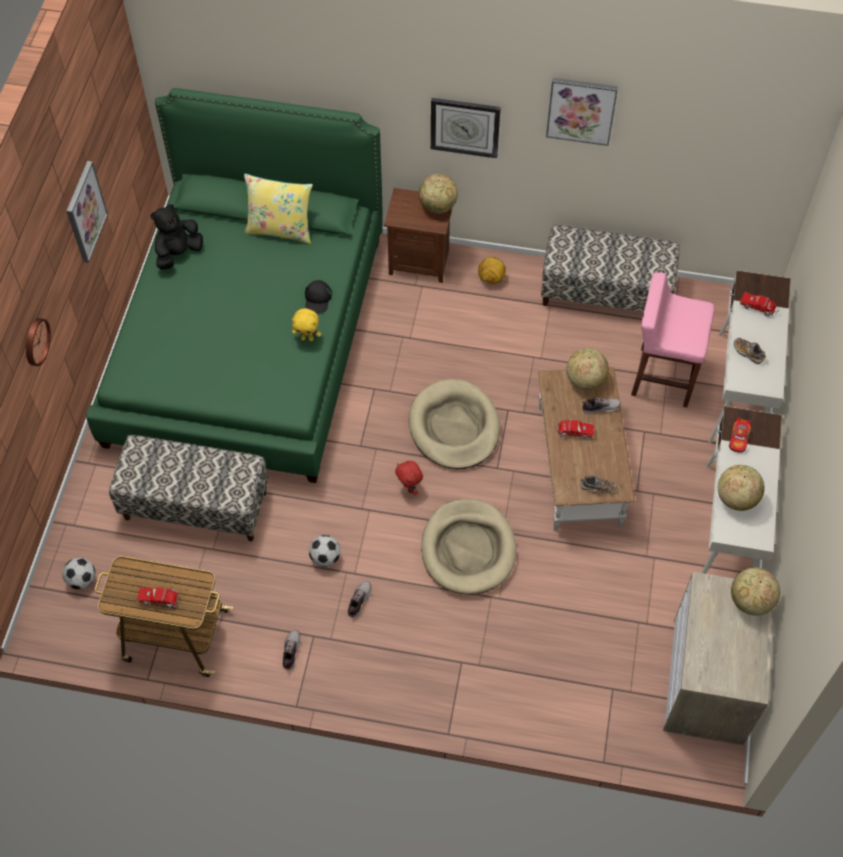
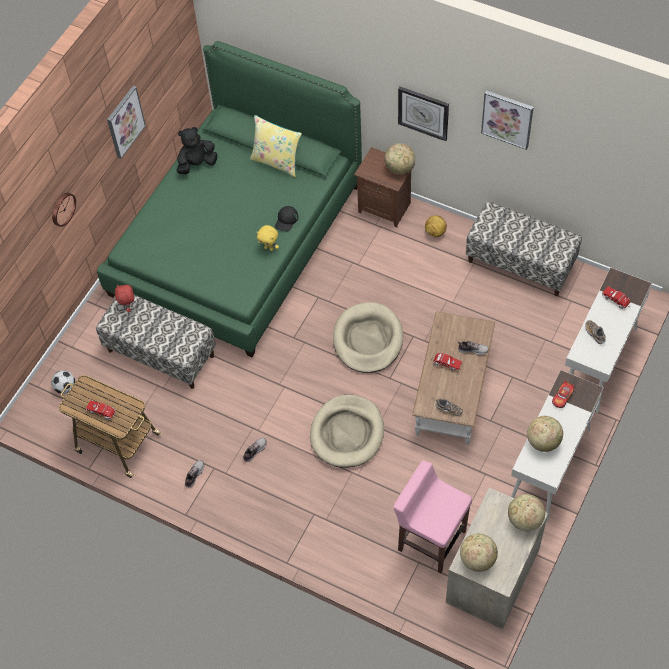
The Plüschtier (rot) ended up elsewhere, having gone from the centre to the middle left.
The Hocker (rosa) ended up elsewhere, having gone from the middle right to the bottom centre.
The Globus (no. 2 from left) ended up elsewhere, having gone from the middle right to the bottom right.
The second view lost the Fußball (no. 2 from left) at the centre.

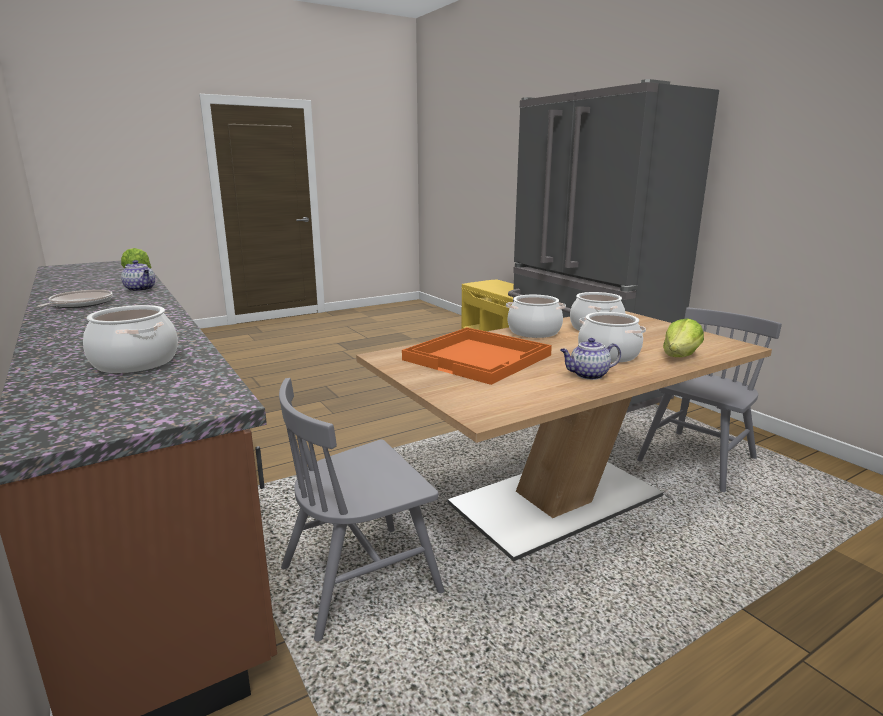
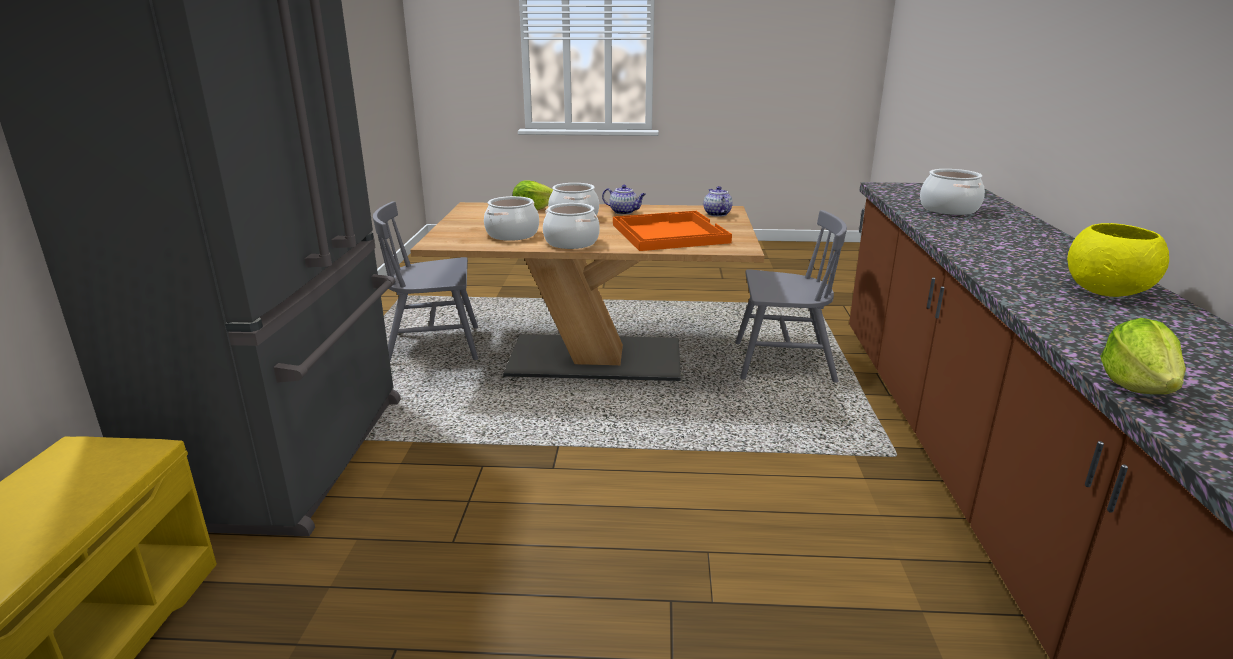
The Teekanne (no. 1 from left in the first image) ended up elsewhere, having gone from the middle left to the top centre.
Where the Pfanne stood at the middle left, the Schüssel (gelb) came to stand at the middle right.

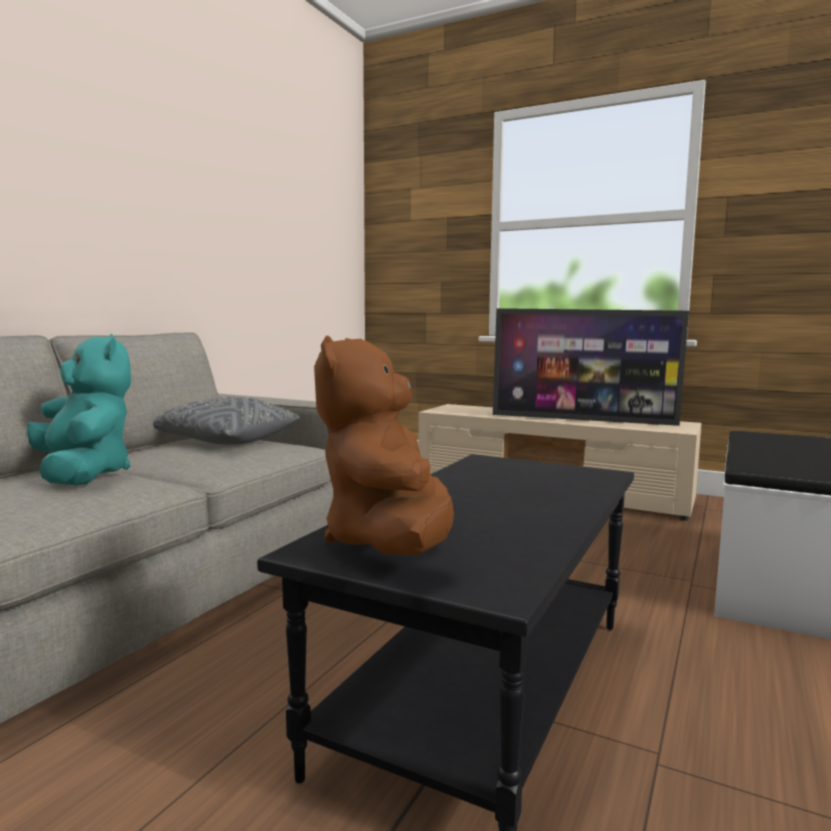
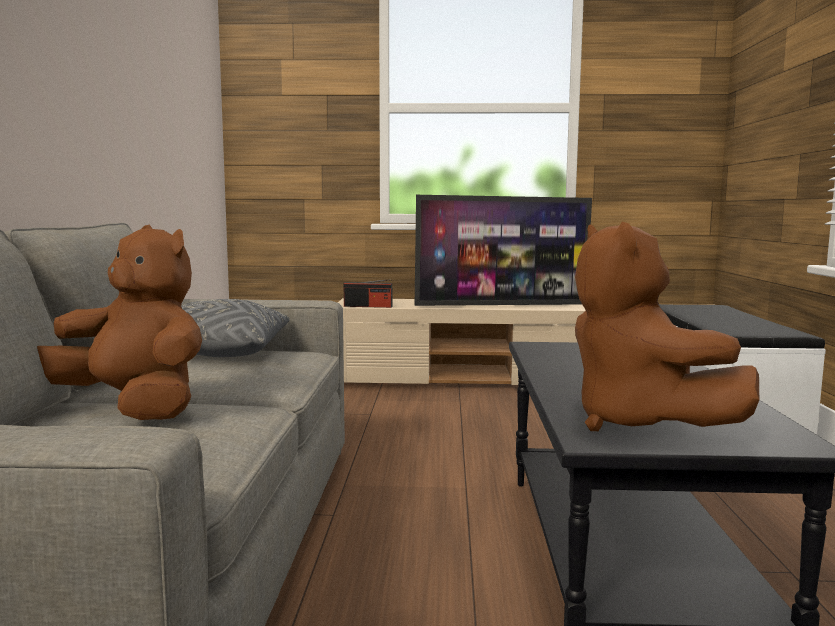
What was the Plüschtier (türkis) at the middle left turned into the Plüschtier (braun) (no. 1 from left) at the middle left.
The second view gained the Radio at the centre.

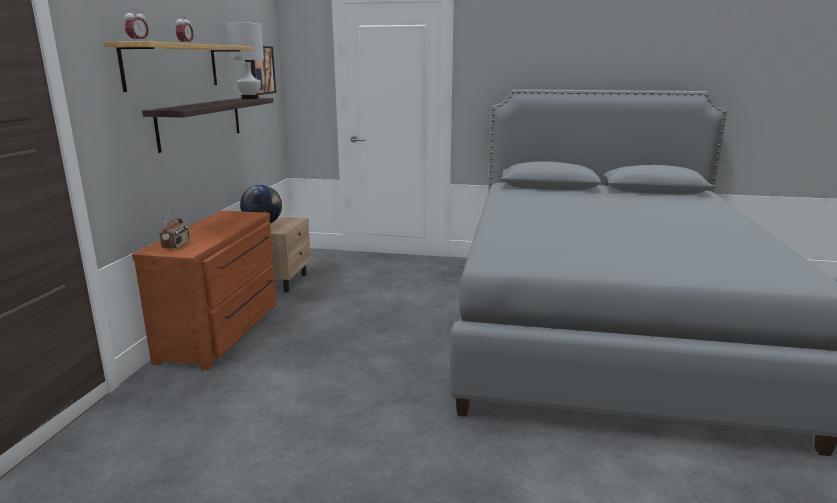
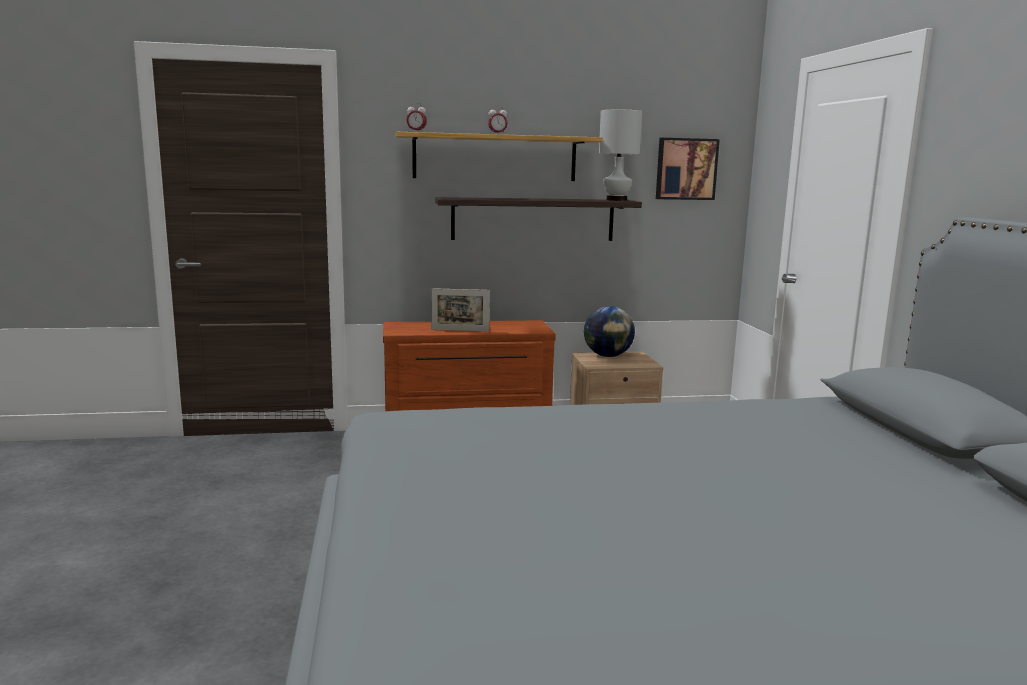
The second view gained the Bilderrahmen at the centre.
The second view lost the Radio at the middle left.

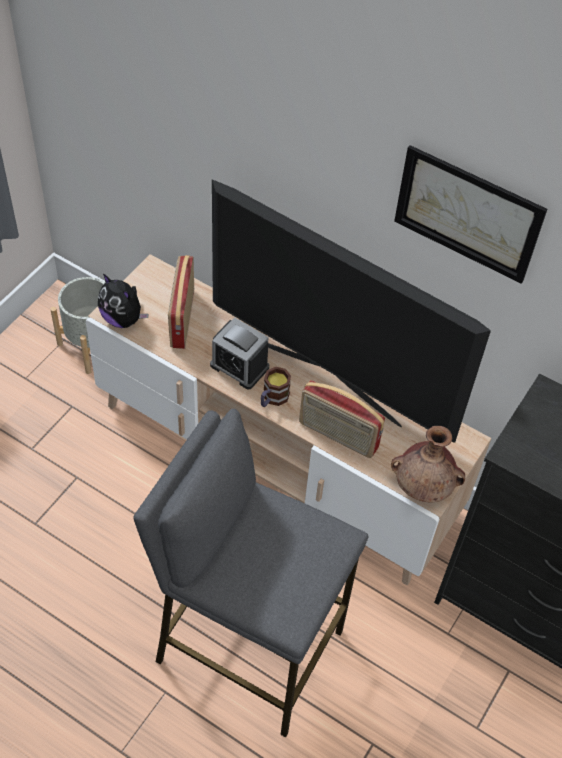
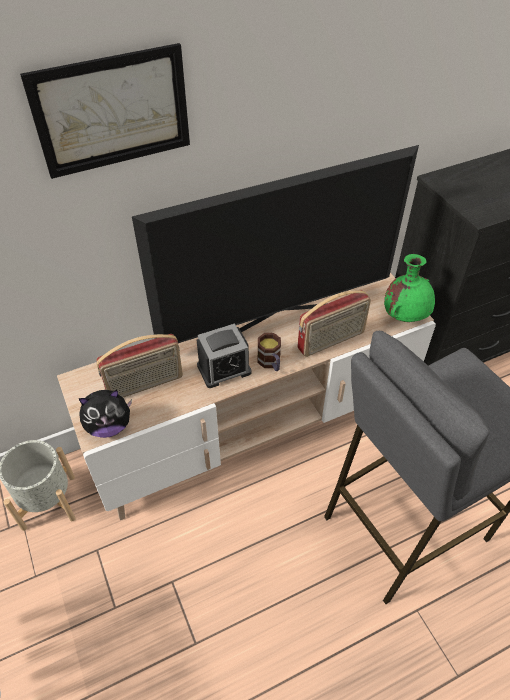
The Bild ended up elsewhere, having gone from the top right to the top left.
The Radio (no. 1 from left) at the middle left ended up facing another way, 60 degrees counterclockwise from before.
What was the Vase (braun) at the middle right turned into the Vase (grün) at the middle right.

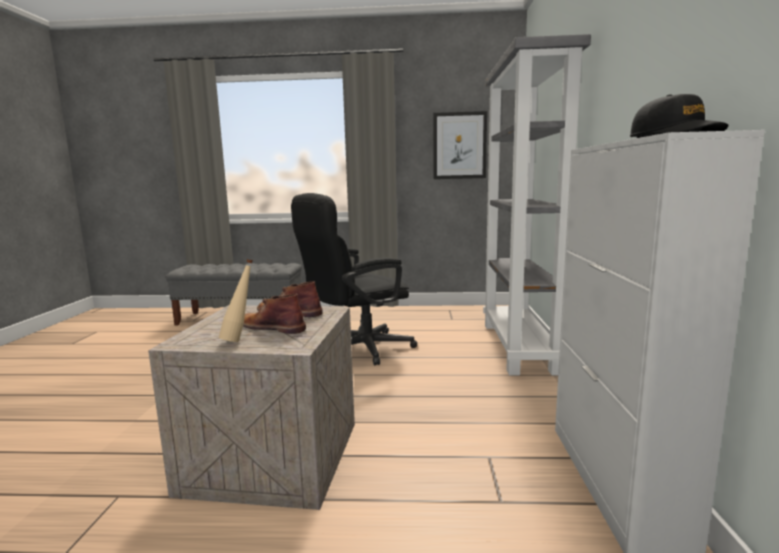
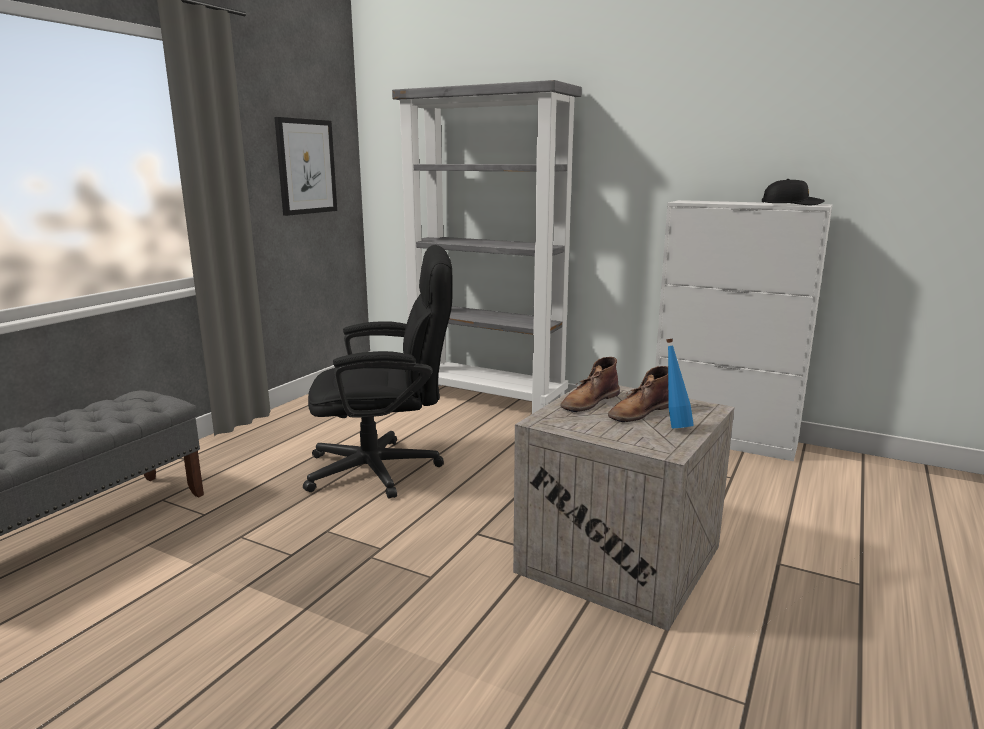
The Bürostuhl (schwarz) at the centre ended up facing another way, 90 degrees counterclockwise from before.
What was the Flasche (beige) at the middle left turned into the Flasche (blau) at the middle right.

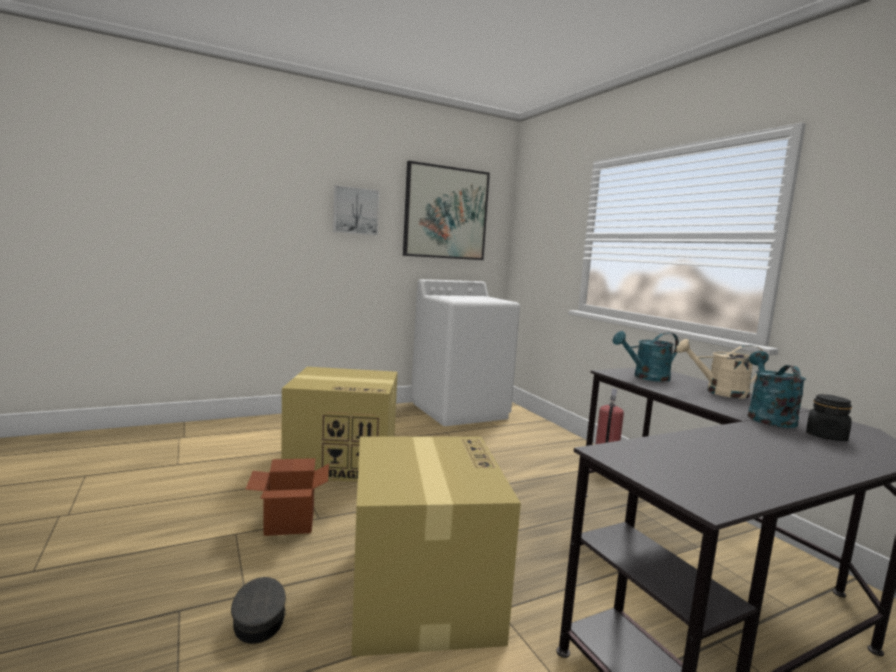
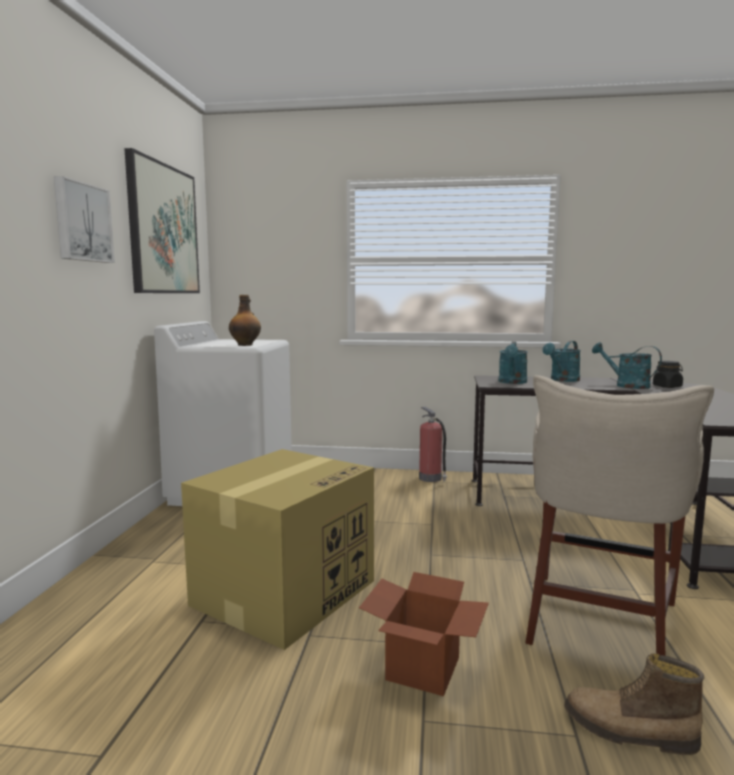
The second view gained the Flasche at the centre.
Where the Karton (no. 3 from left) stood at the bottom centre, the Hocker (beige) came to stand at the middle right.
What was the Gießkanne (beige) at the middle right turned into the Gießkanne (türkis) (no. 2 from left) at the middle right.
Where the Kappe (grau) stood at the bottom left, the Stiefel came to stand at the bottom right.

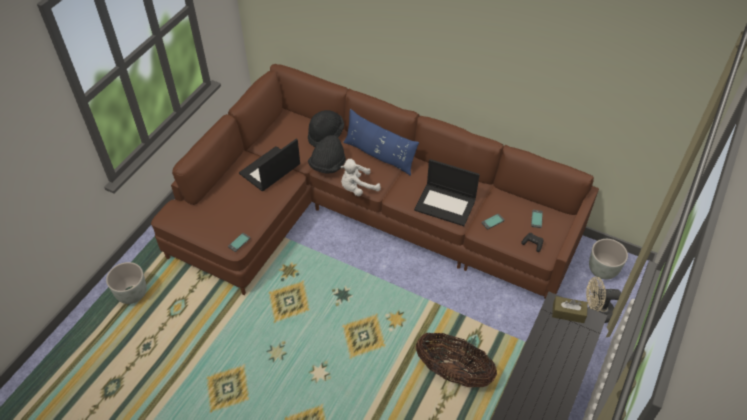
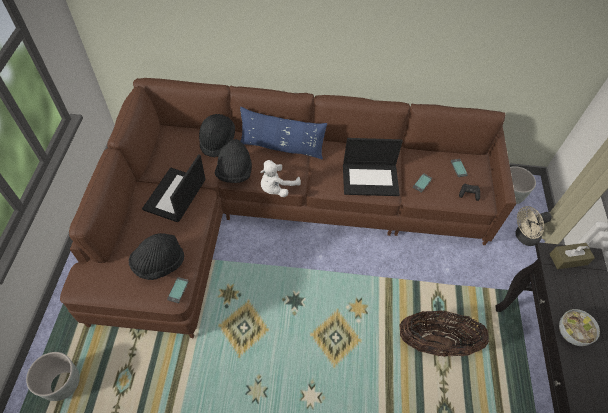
The second view gained the Hut (schwarz) (no. 1 from left) at the middle left.
The second view gained the Schüssel at the bottom right.

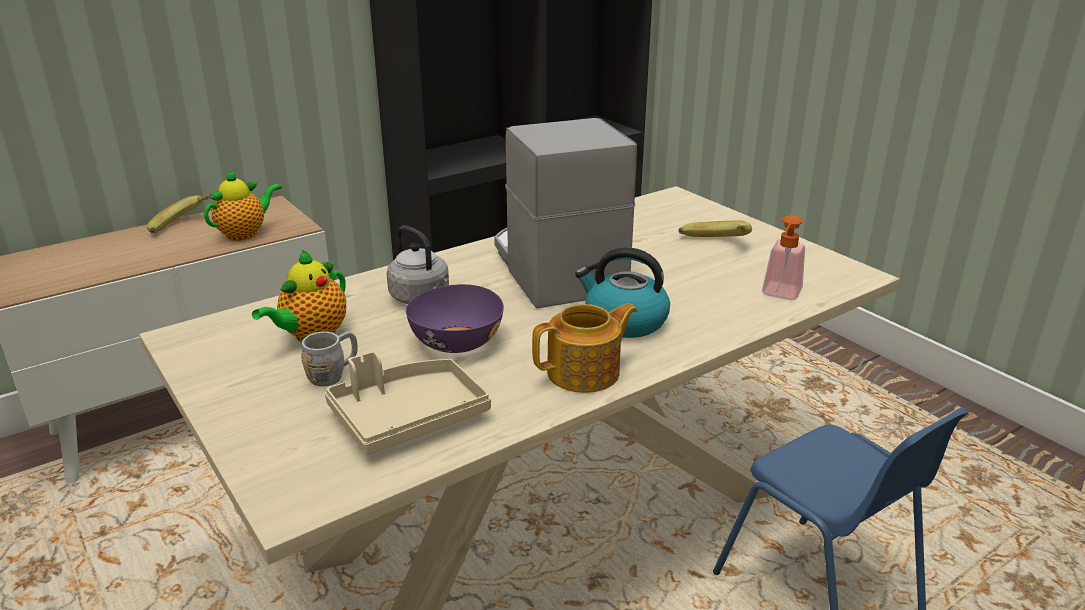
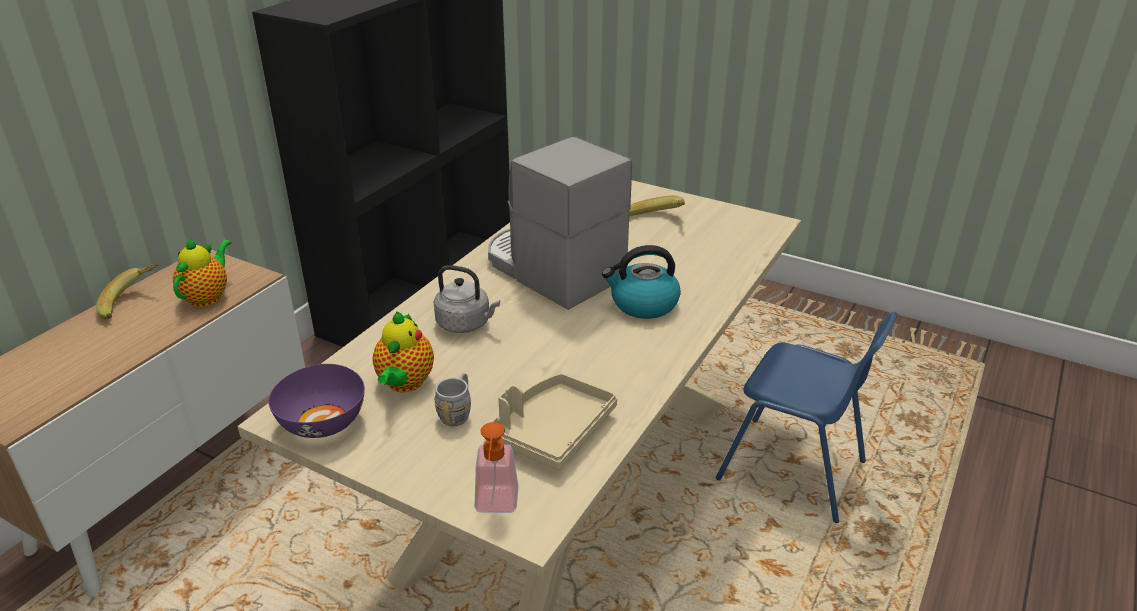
The Schüssel (lila) ended up elsewhere, having gone from the centre to the middle left.
The Seifenspender ended up elsewhere, having gone from the middle right to the bottom centre.
The second view lost the Teekanne (no. 3 from left) at the centre.

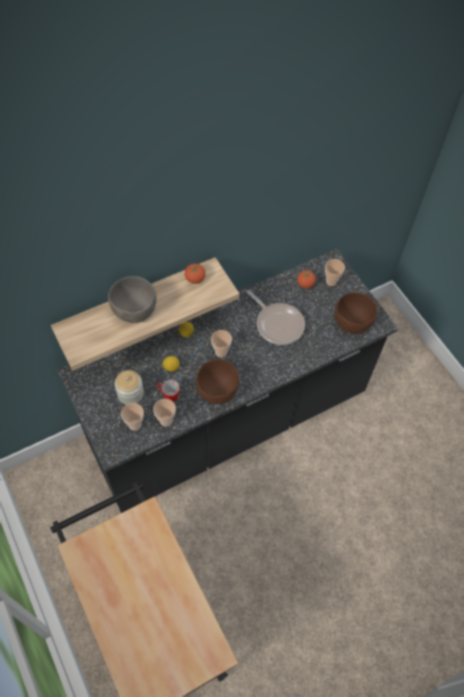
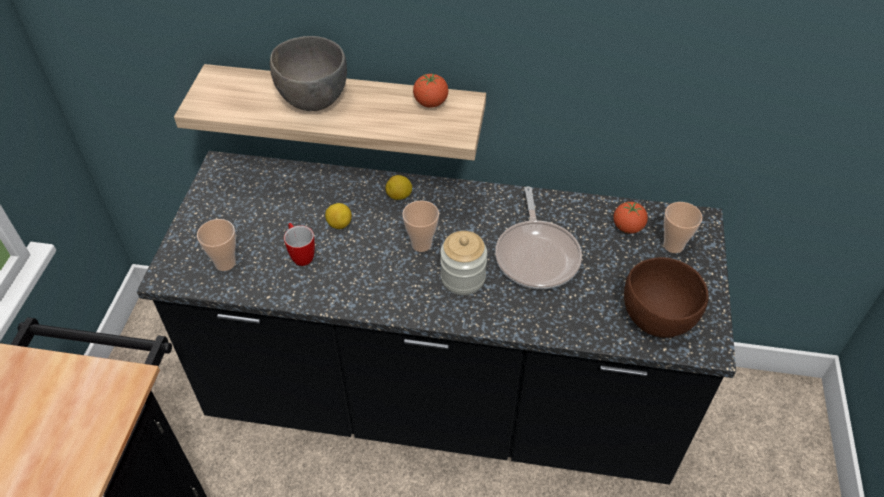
The Vorratsglas ended up elsewhere, having gone from the middle left to the centre.
The second view lost the Tasse (no. 2 from left) at the centre.
The second view lost the Schüssel (braun) (no. 1 from left) at the centre.

